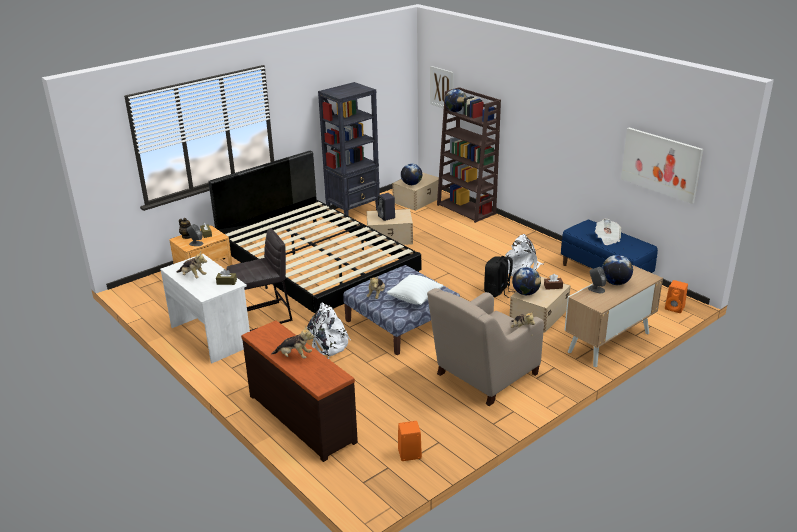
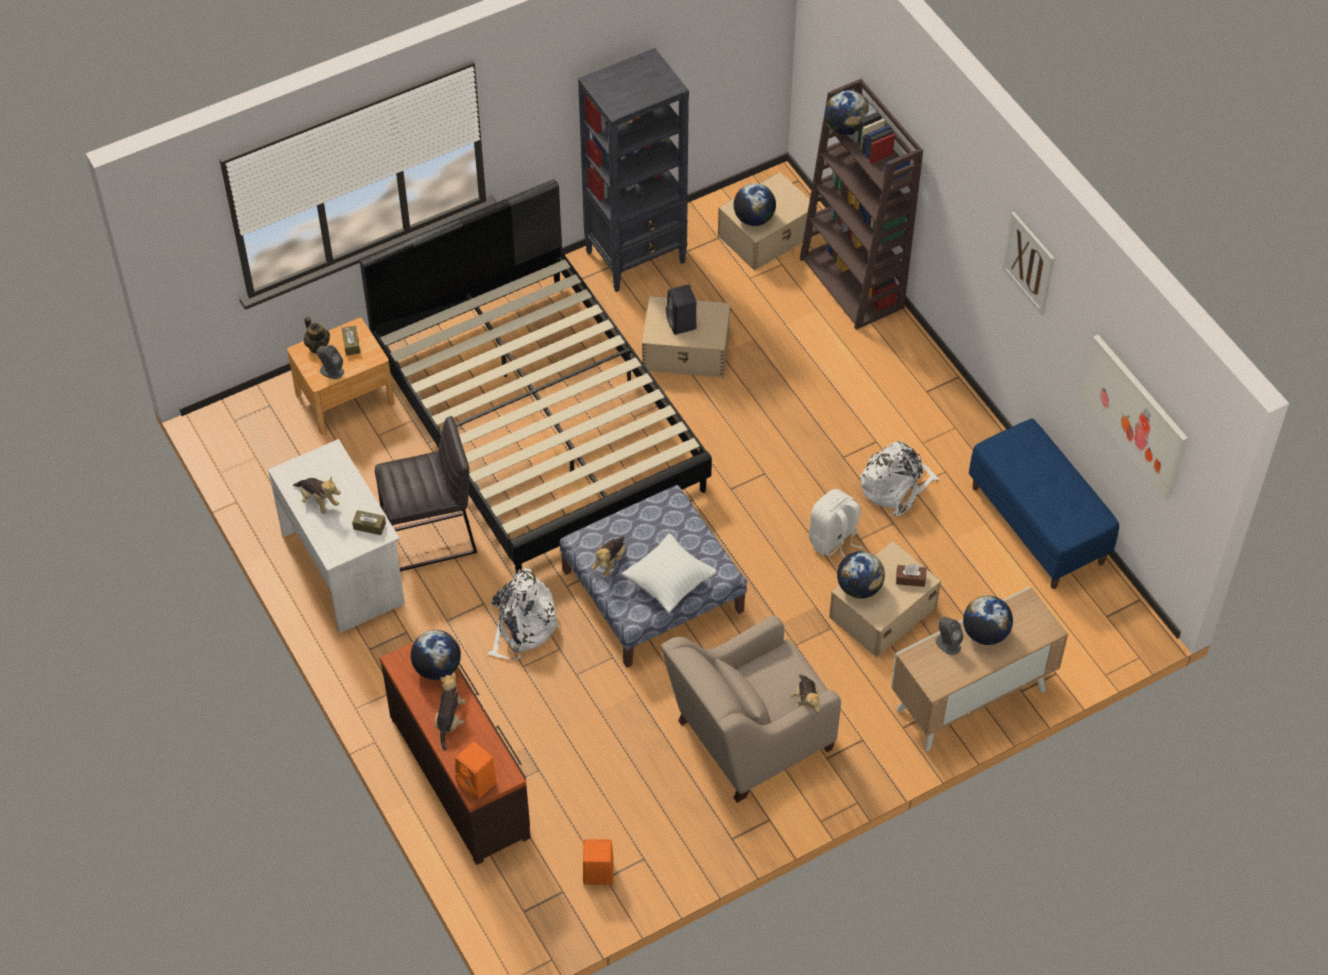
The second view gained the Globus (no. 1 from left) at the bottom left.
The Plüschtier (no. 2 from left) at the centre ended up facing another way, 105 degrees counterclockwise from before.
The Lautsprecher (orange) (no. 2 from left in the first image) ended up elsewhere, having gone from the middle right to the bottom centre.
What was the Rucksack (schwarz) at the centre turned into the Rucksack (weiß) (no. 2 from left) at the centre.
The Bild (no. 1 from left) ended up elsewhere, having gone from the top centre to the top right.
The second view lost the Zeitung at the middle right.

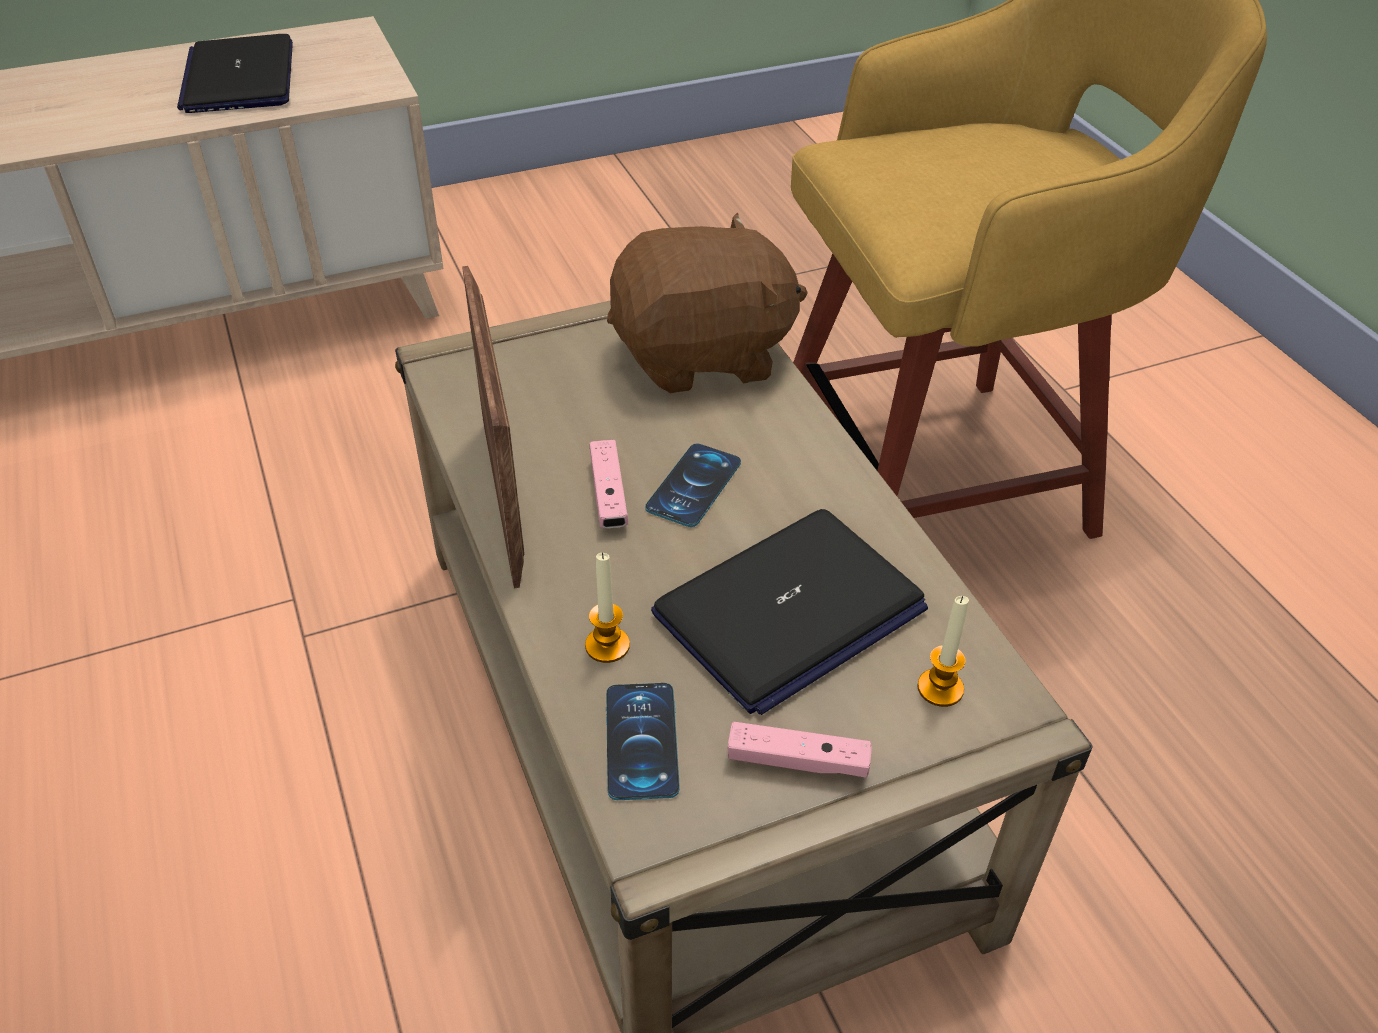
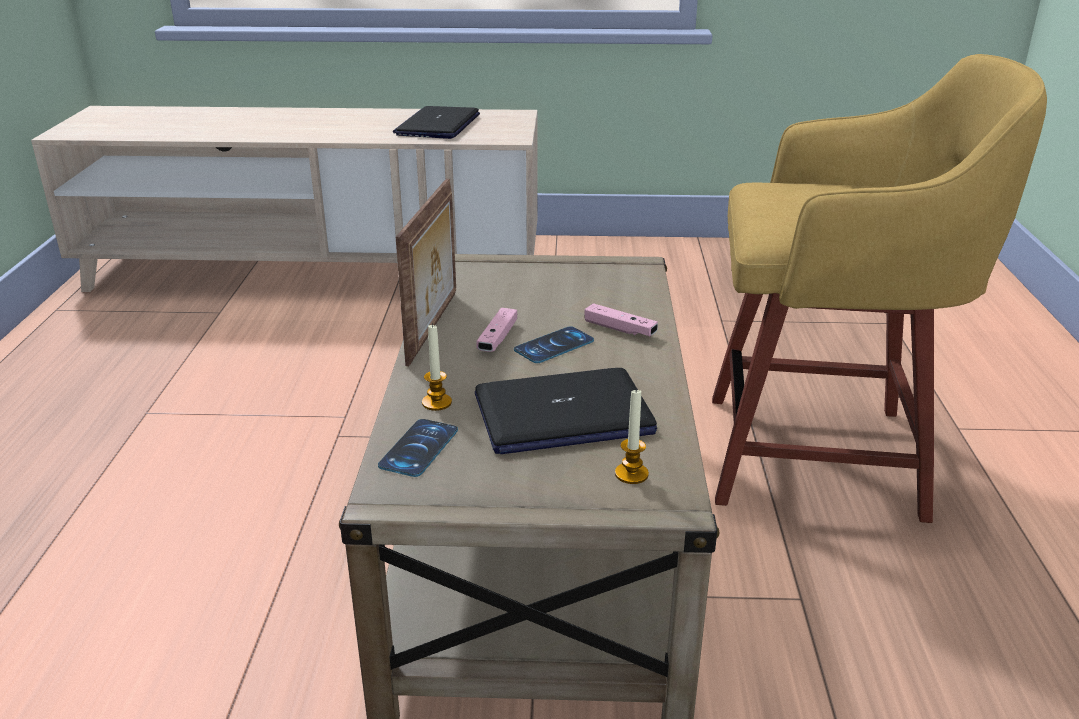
The Gamepad (rosa) (no. 2 from left) ended up elsewhere, having gone from the bottom centre to the centre.
The second view lost the Plüschtier (braun) at the top centre.

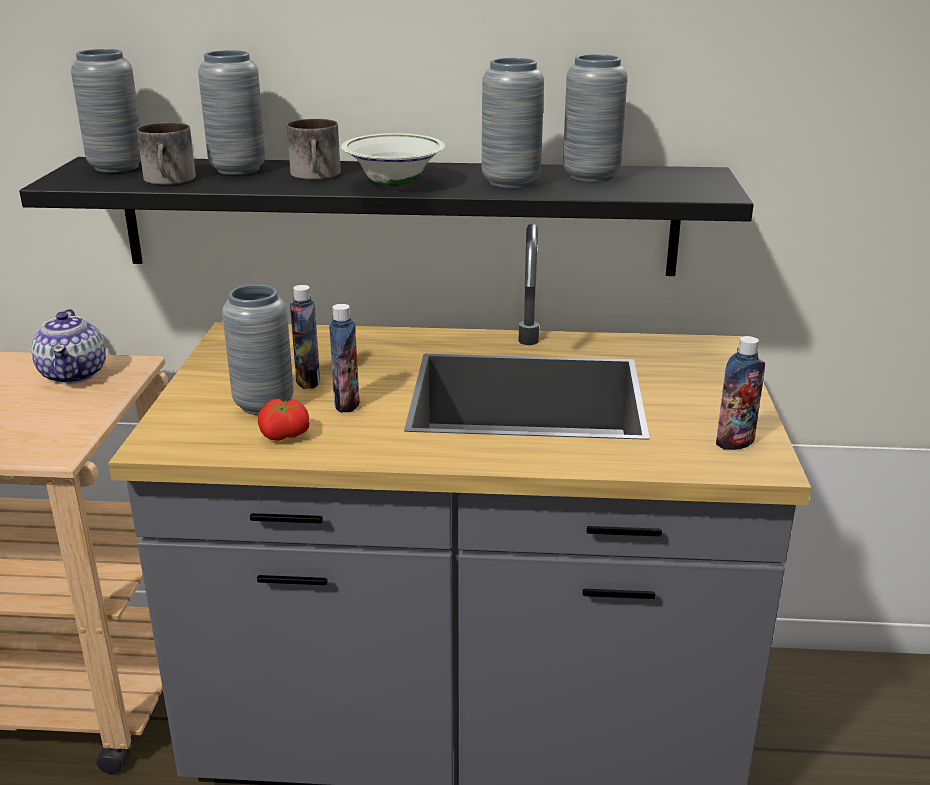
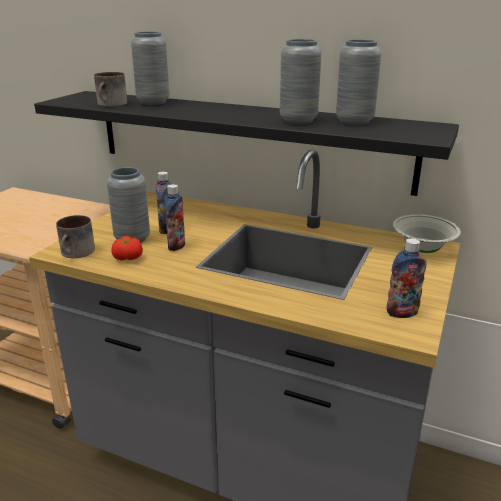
The Henkelbecher (no. 2 from left in the first image) ended up elsewhere, having gone from the top centre to the middle left.
The Schüssel (weiß) ended up elsewhere, having gone from the top centre to the middle right.
The second view lost the Teekanne at the middle left.
The second view lost the Vase (grau) (no. 1 from left) at the top left.

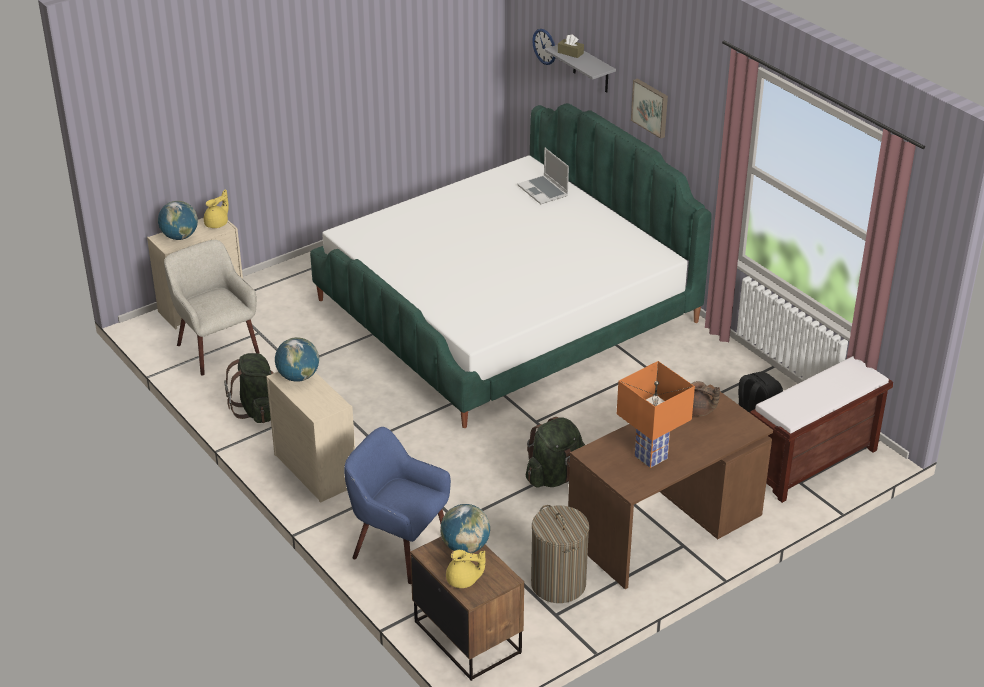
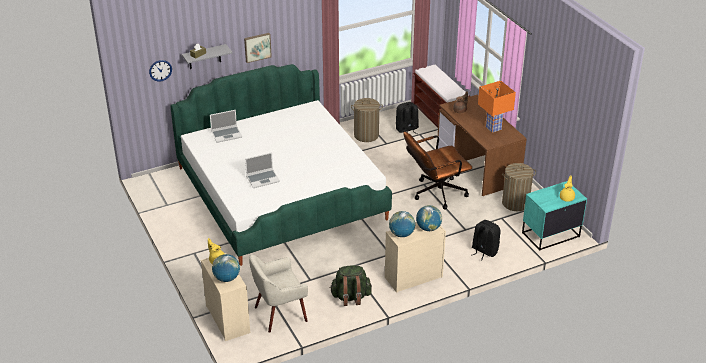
The second view gained the Laptop (no. 2 from left) at the centre.
The second view gained the Wäschekorb (no. 1 from left) at the top centre.
Where the Rucksack (grün) (no. 2 from left) stood at the centre, the Bürostuhl (braun) came to stand at the centre.
The Globus (no. 3 from left) ended up elsewhere, having gone from the bottom centre to the centre.
Where the Sessel (blau) stood at the bottom centre, the Rucksack (schwarz) (no. 2 from left) came to stand at the middle right.
What was the Nachttisch (braun) at the bottom centre turned into the Nachttisch (türkis) at the middle right.

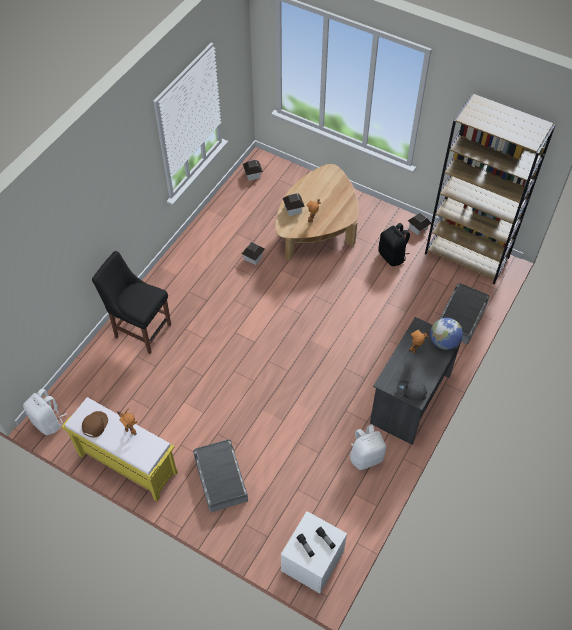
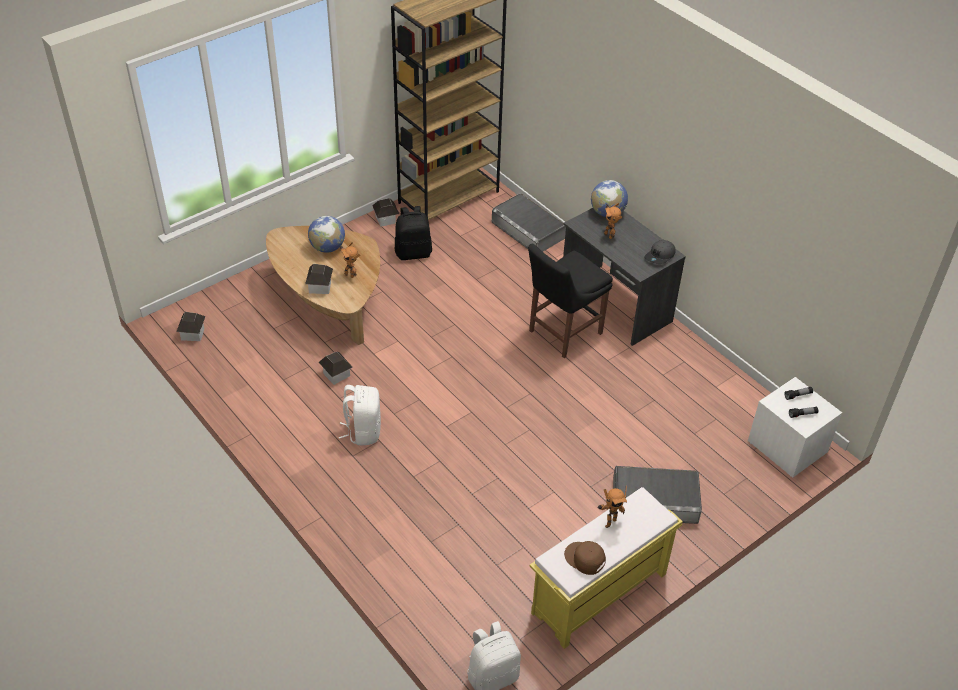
The second view gained the Globus (no. 1 from left) at the centre.
The Rucksack (weiß) (no. 2 from left in the first image) ended up elsewhere, having gone from the bottom centre to the centre.
The Stuhl (schwarz) ended up elsewhere, having gone from the middle left to the centre.

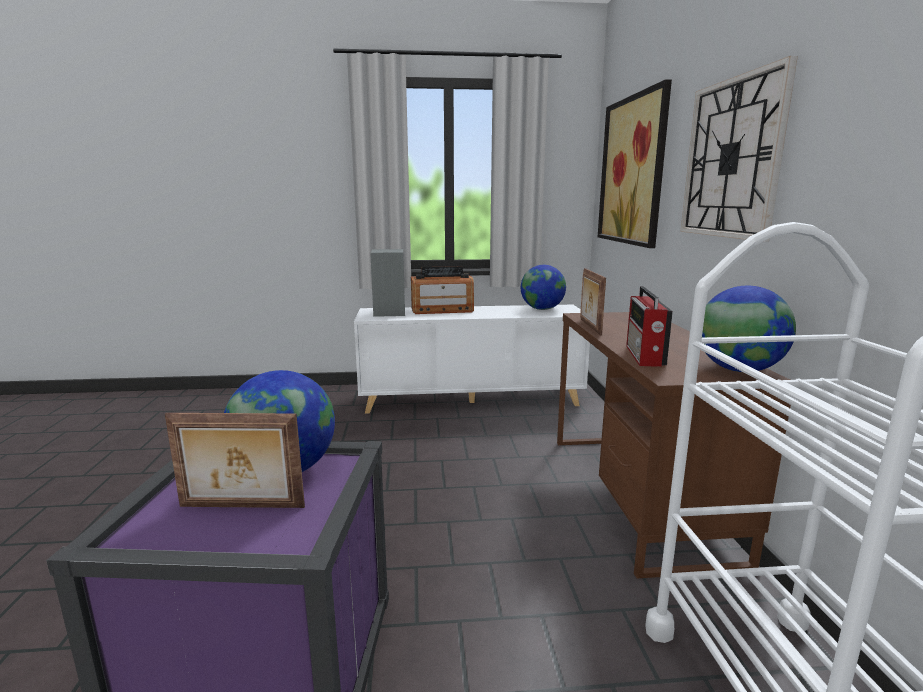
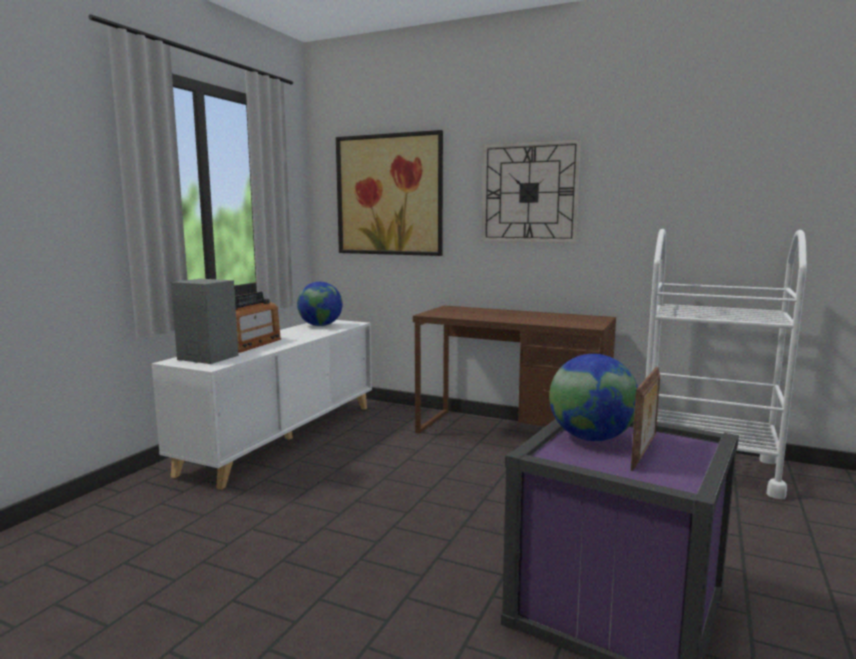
The second view lost the Bilderrahmen (no. 2 from left) at the centre.
The second view lost the Radio (no. 2 from left) at the middle right.
The second view lost the Globus (no. 3 from left) at the middle right.

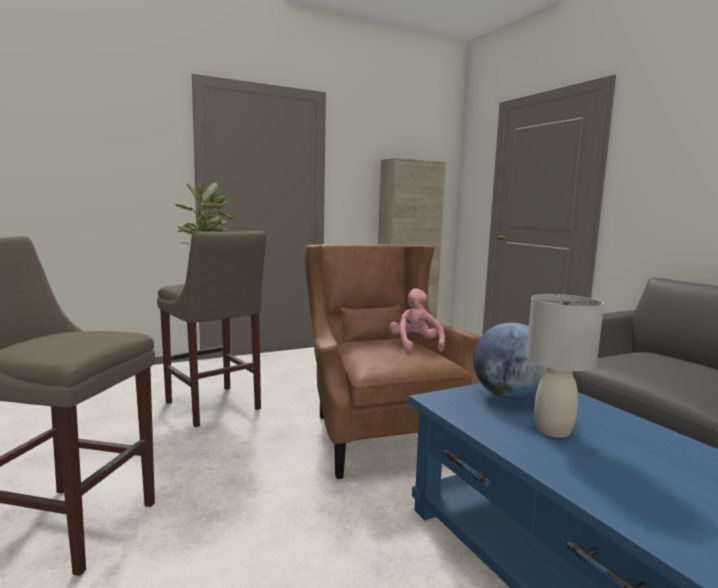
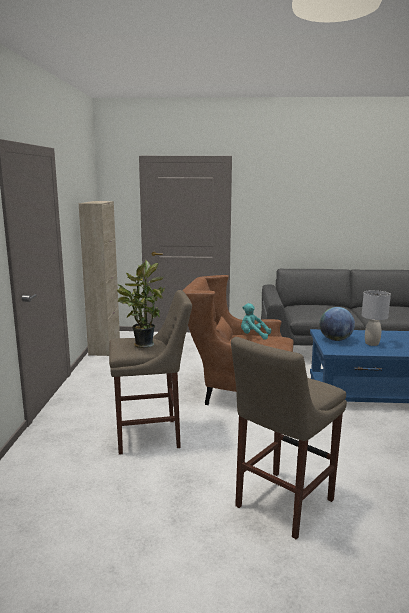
What was the Plüschtier (rosa) at the centre turned into the Plüschtier (türkis) at the centre.

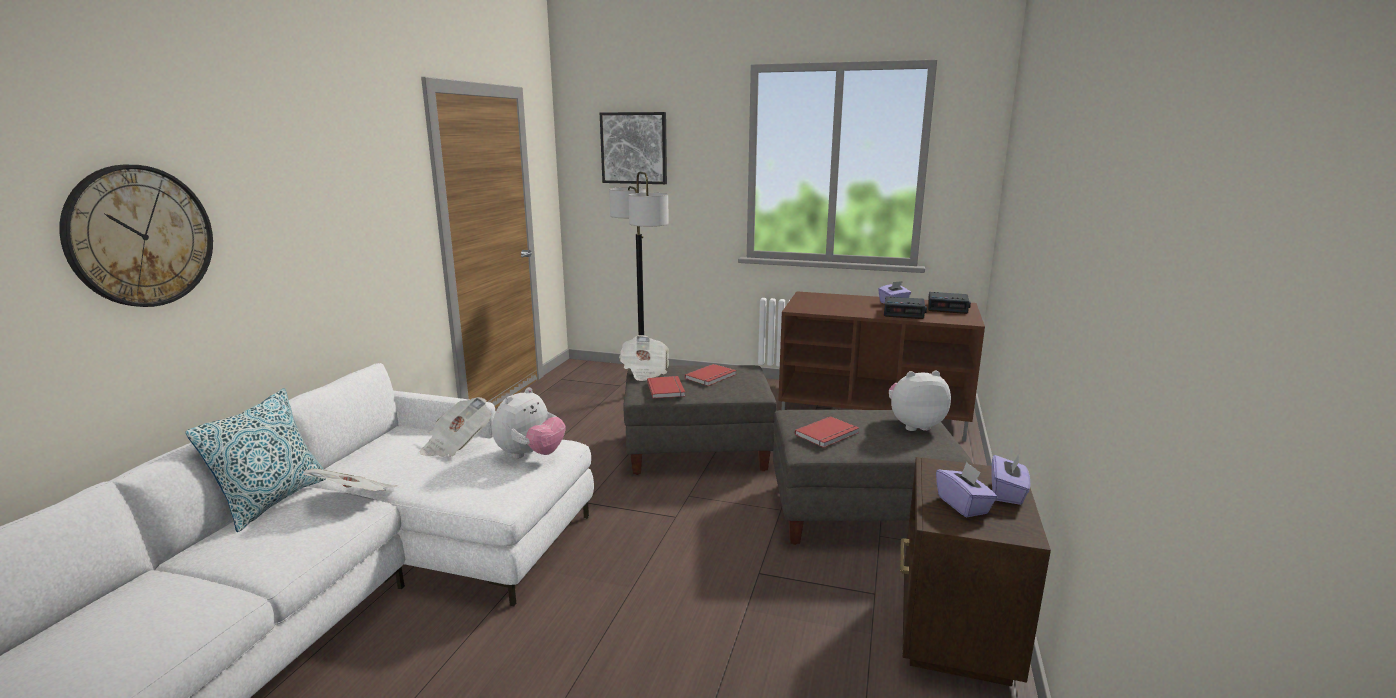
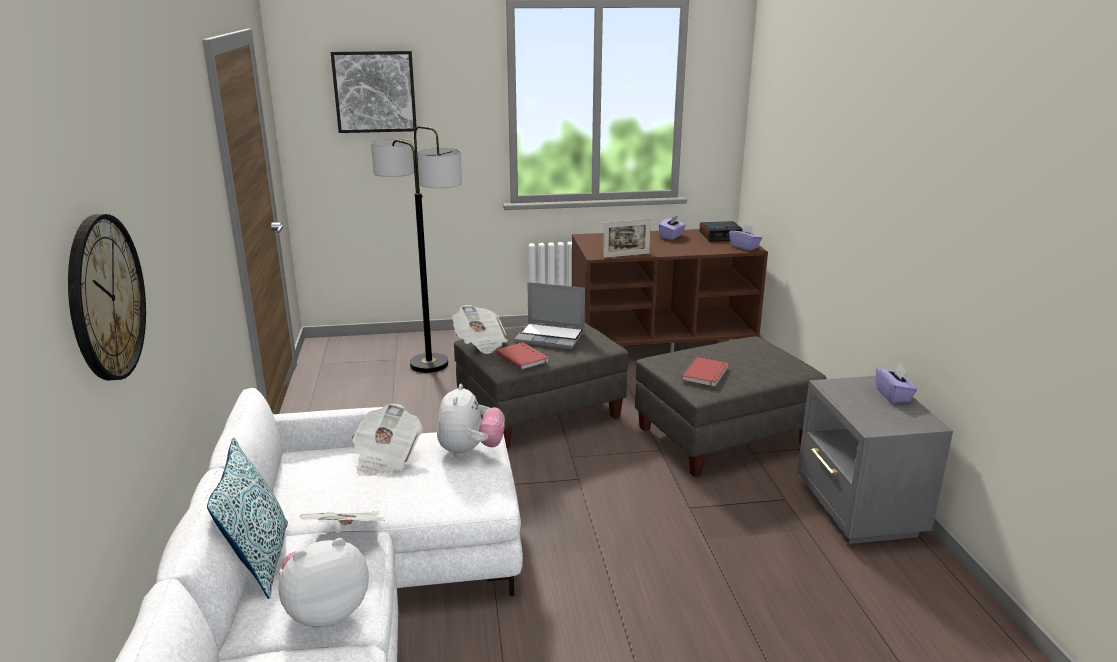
The Plüschtier (no. 2 from left in the first image) ended up elsewhere, having gone from the centre to the bottom left.
Where the Buch (rot) (no. 2 from left) stood at the centre, the Laptop came to stand at the centre.
The second view gained the Bilderrahmen at the centre.
The Taschentuchbox (lila) (no. 2 from left) ended up elsewhere, having gone from the bottom right to the middle right.
What was the Nachttisch (braun) at the bottom right turned into the Nachttisch (grau) at the bottom right.
The second view lost the Wecker (no. 1 from left) at the centre.

